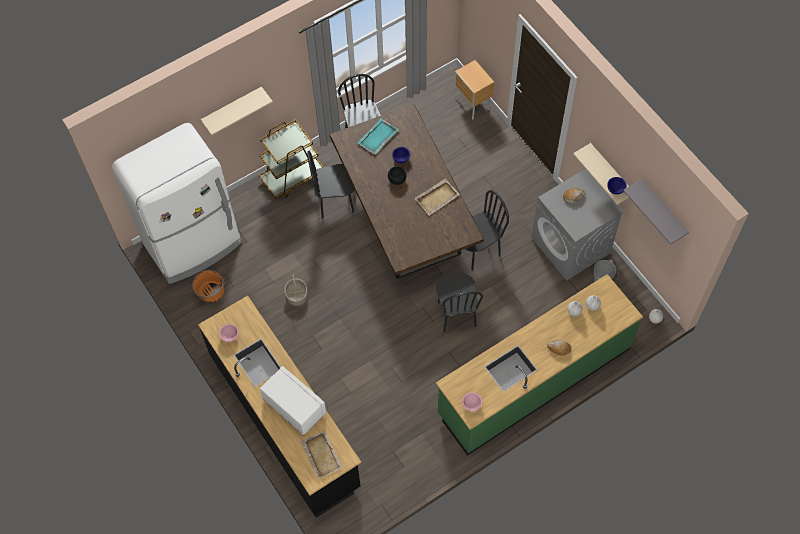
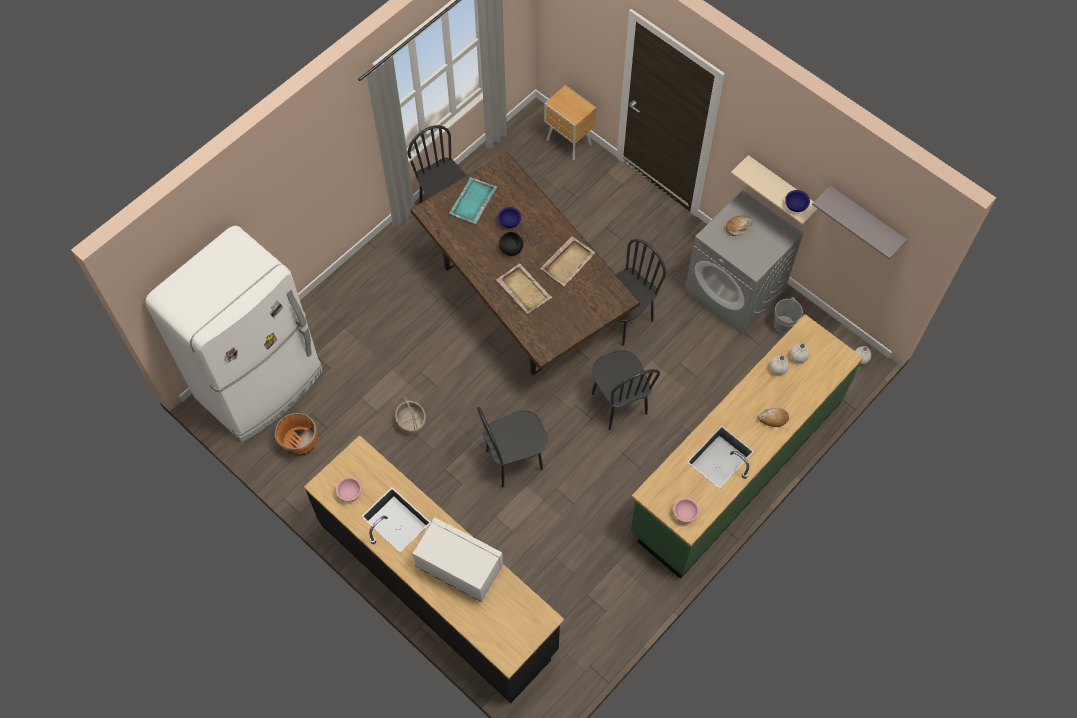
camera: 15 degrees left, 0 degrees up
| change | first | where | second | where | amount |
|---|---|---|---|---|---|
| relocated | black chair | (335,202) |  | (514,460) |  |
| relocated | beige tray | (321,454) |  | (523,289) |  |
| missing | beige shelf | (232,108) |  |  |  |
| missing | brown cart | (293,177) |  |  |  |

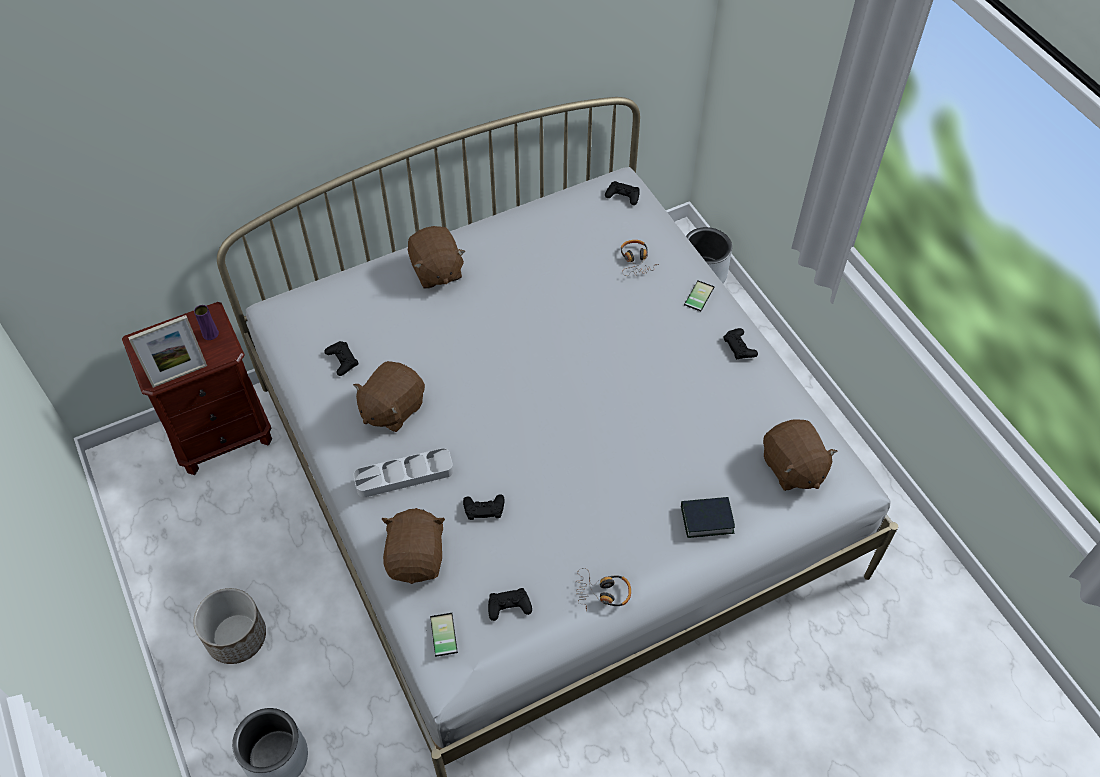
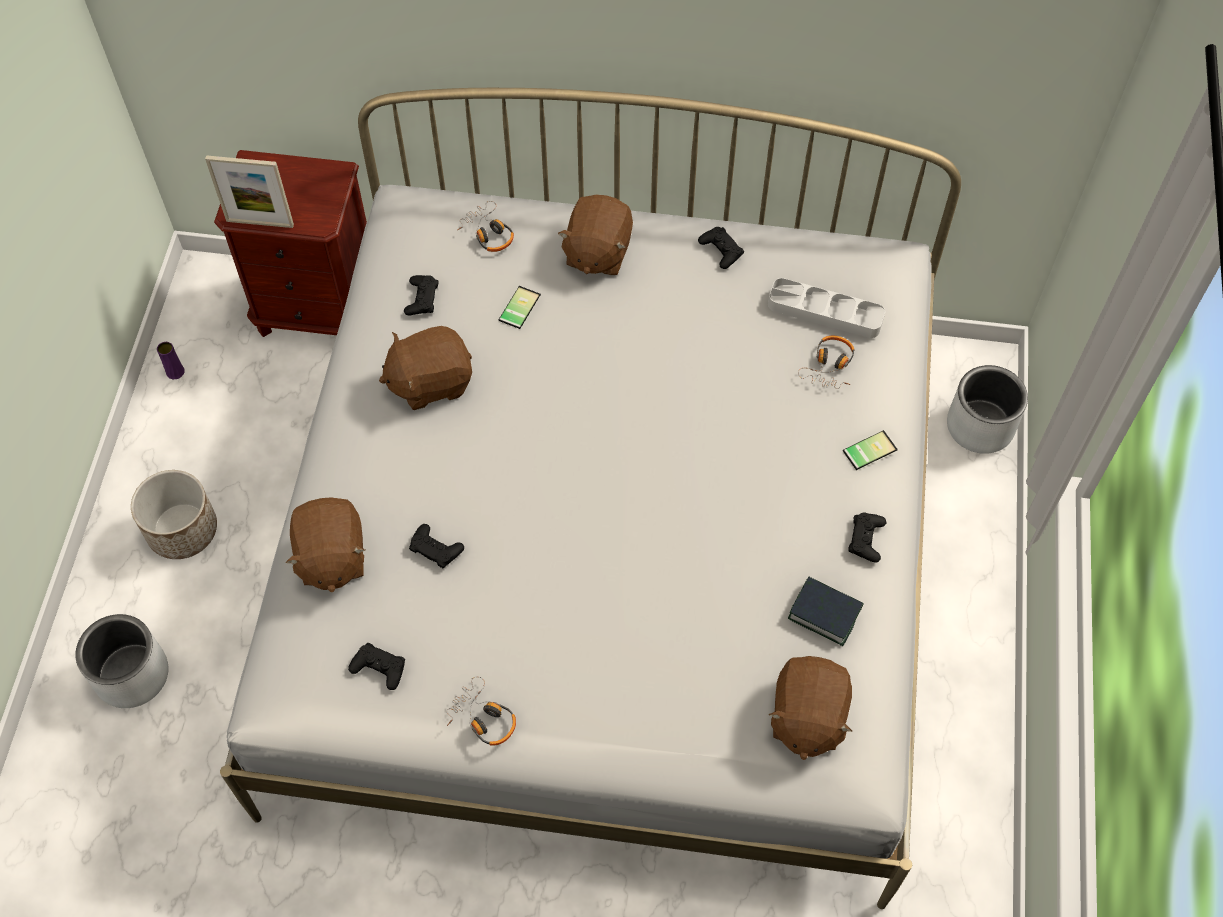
camera: 35 degrees right, 5 degrees up
| change | first | where | second | where | amount |
|---|---|---|---|---|---|
| relocated | purple vase | (210,334) |  | (175,372) |  |
| spun | brown plush toy | (417,558) |  | (331,558) | 135 degrees clockwise |
| appeared |  |  | headphones | (488,233) |  |
| relocated | phone | (441,635) |  | (517,306) |  |
| relocated | black game controller | (623,195) |  | (721,250) |  |
| relocated | grey tray | (404,475) |  | (825,312) |  |
| relocated | book | (706,519) |  | (824,613) |  |

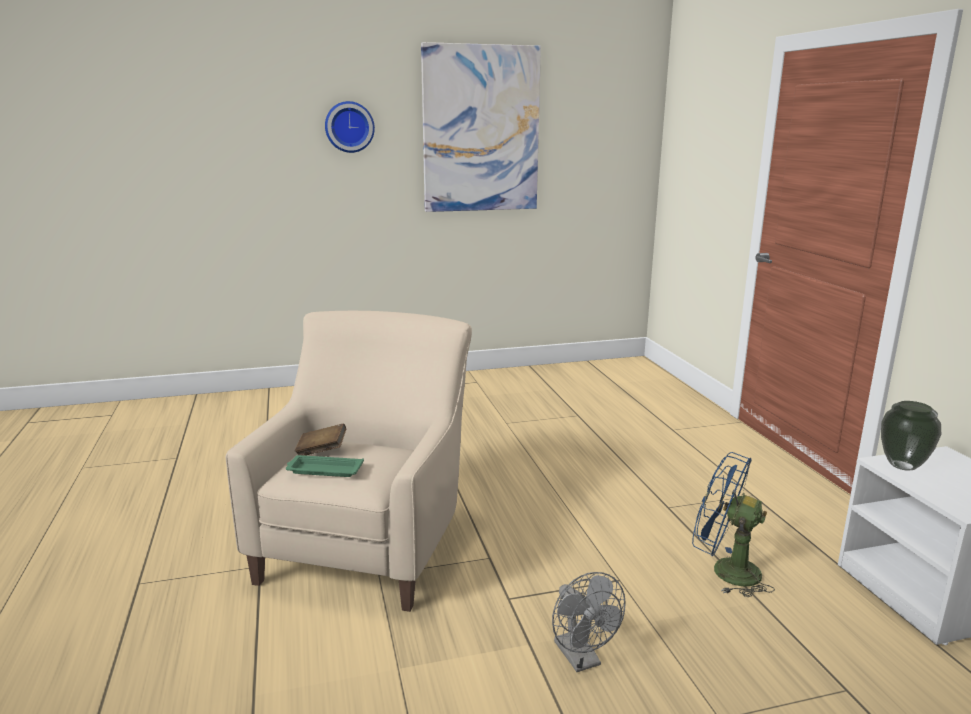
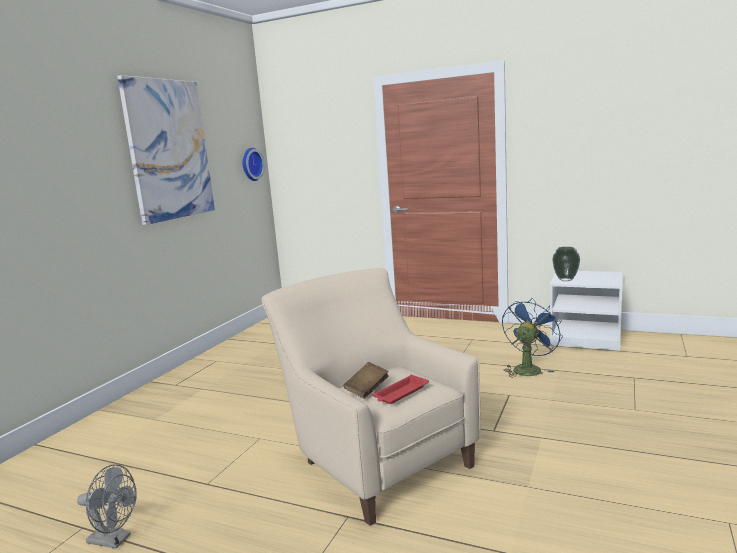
camera: 50 degrees left, 5 degrees down
| change | first | where | second | where | amount |
|---|---|---|---|---|---|
| relocated | grey fan | (582,659) |  | (115,540) |  |
| relocated | wall clock | (349,127) |  | (250,164) |  |
| colour | green tray | (324,470) | red tray | (400,393) |  |
| spun | blue fan | (725,571) |  | (528,368) | 150 degrees clockwise |

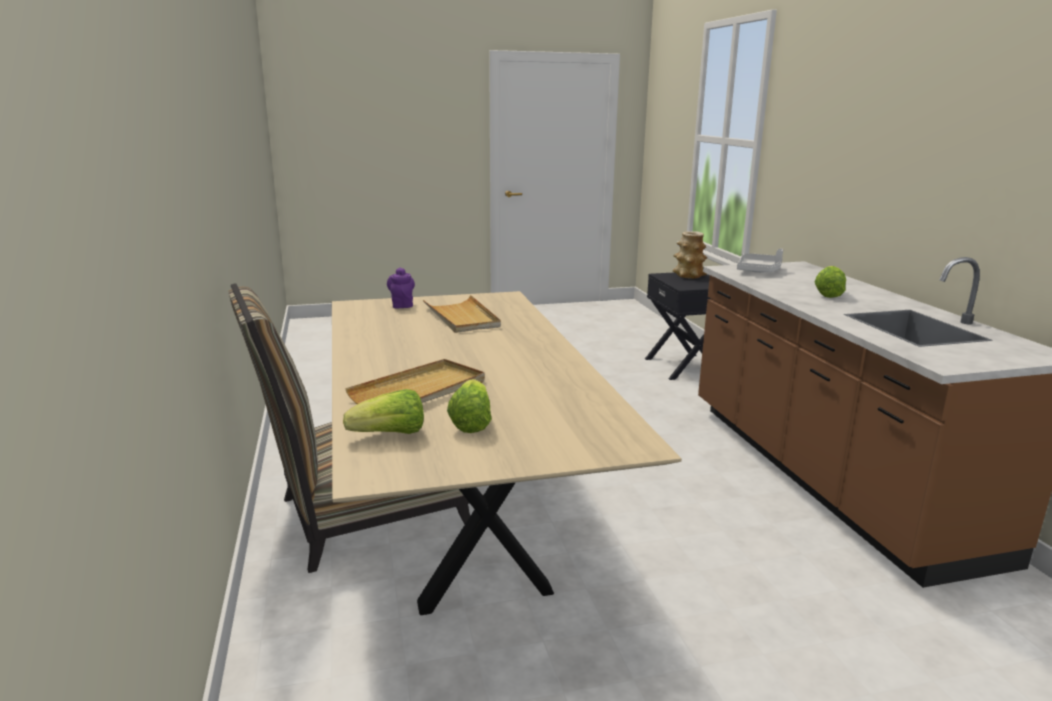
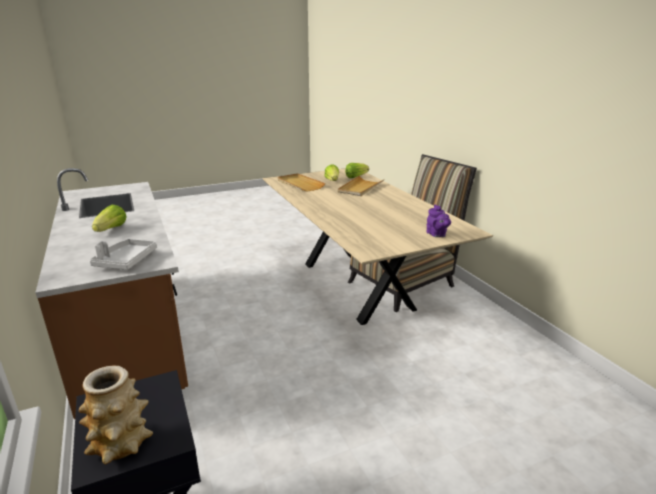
camera: 170 degrees right, 5 degrees up
| change | first | where | second | where | amount |
|---|---|---|---|---|---|
| relocated | beige tray | (462,317) |  | (300,184) |  |

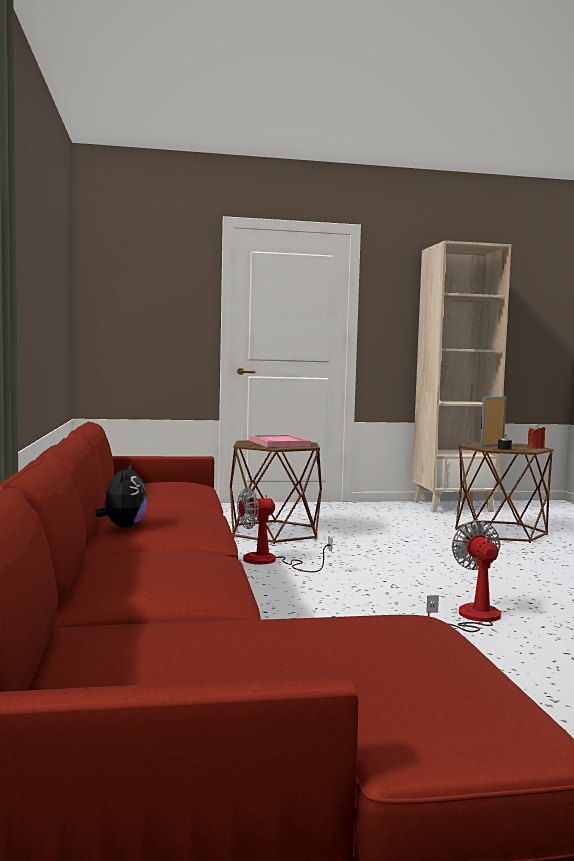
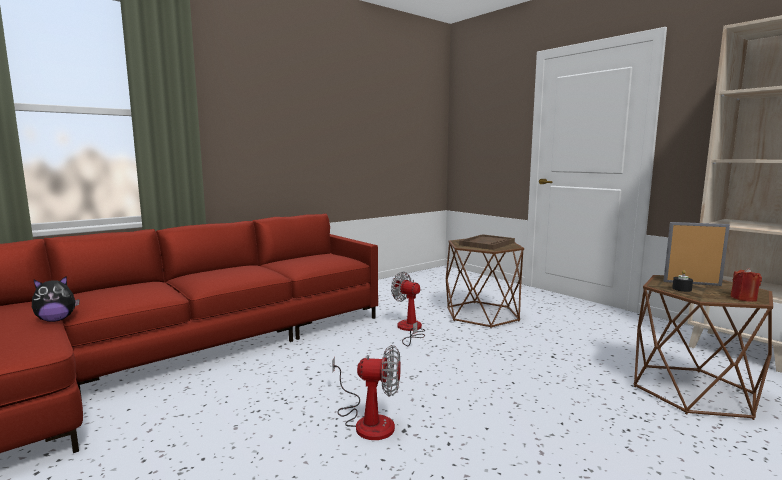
camera: 60 degrees right, 5 degrees up
| change | first | where | second | where | amount |
|---|---|---|---|---|---|
| relocated | plush toy | (122,526) |  | (56,320) |  |
| spun | fan | (471,618) |  | (367,421) | 45 degrees clockwise |
| colour | pink tray | (279,443) | brown tray | (487,243) |  |

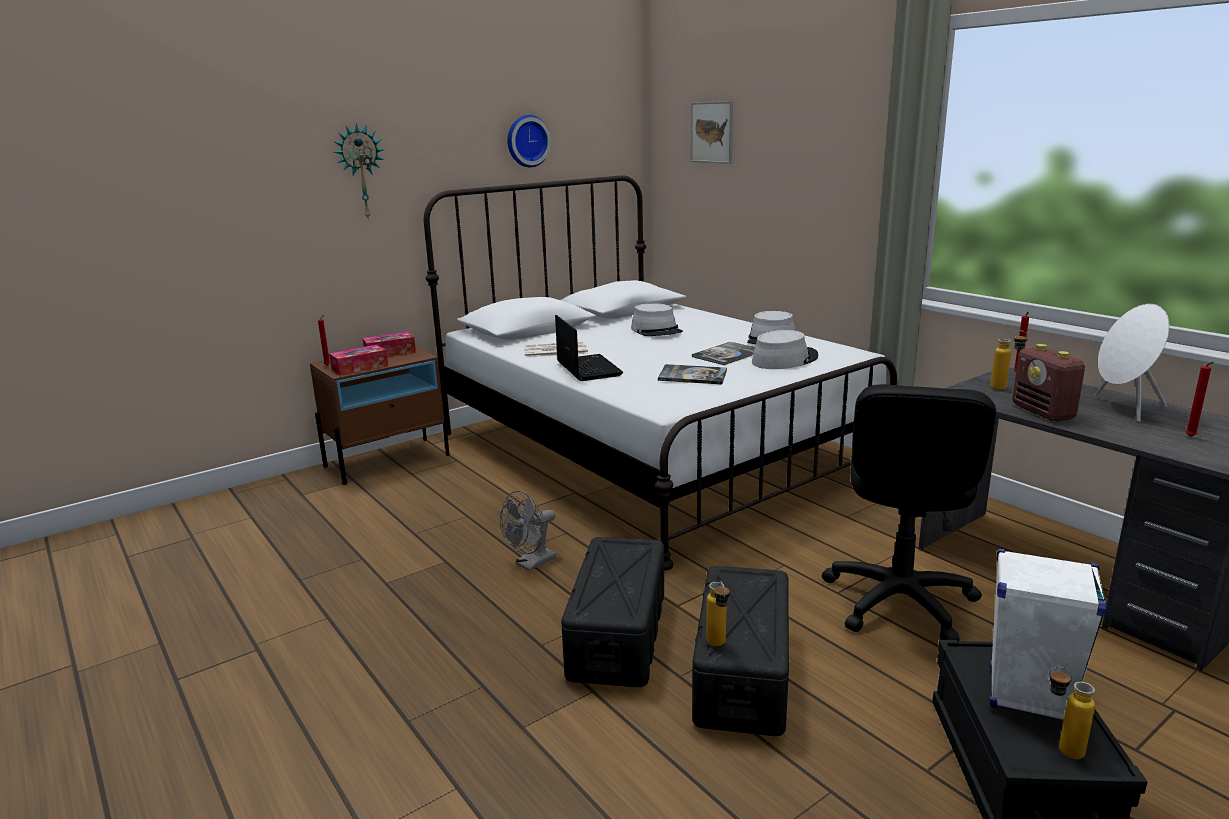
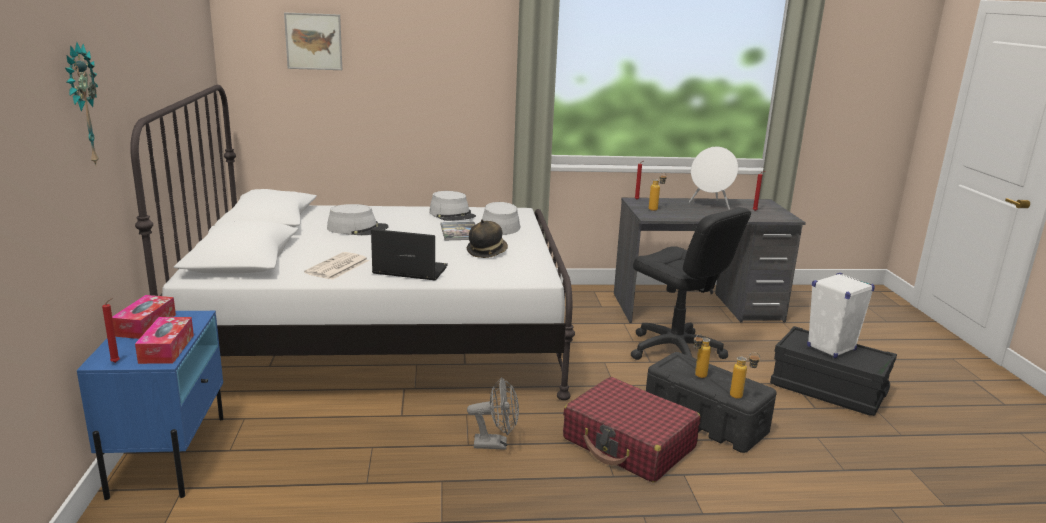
camera: 60 degrees left, 0 degrees up
| change | first | where | second | where | amount |
|---|---|---|---|---|---|
| colour | brown nightstand | (388,460) | blue nightstand | (169,455) |  |
| exchanged | book | (692,376) | hat | (487,252) |  |
| spun | grey fan | (531,564) |  | (496,444) | 75 degrees counterclockwise |
| exchanged | black storage box | (618,635) | red suitcase | (629,444) |  |
| relocated | bottle | (1060,749) |  | (697,376) |  |
| missing | wall clock | (526,141) |  |  |  |
| missing | radio | (1043,413) |  |  |  |

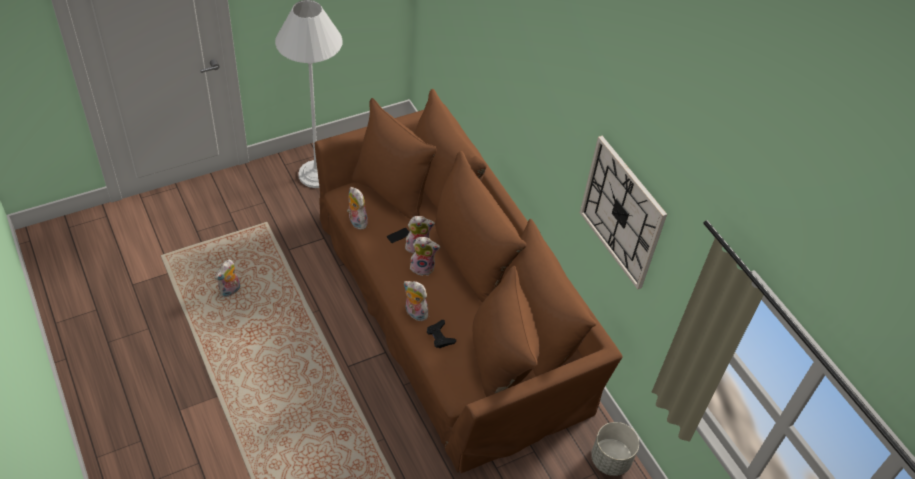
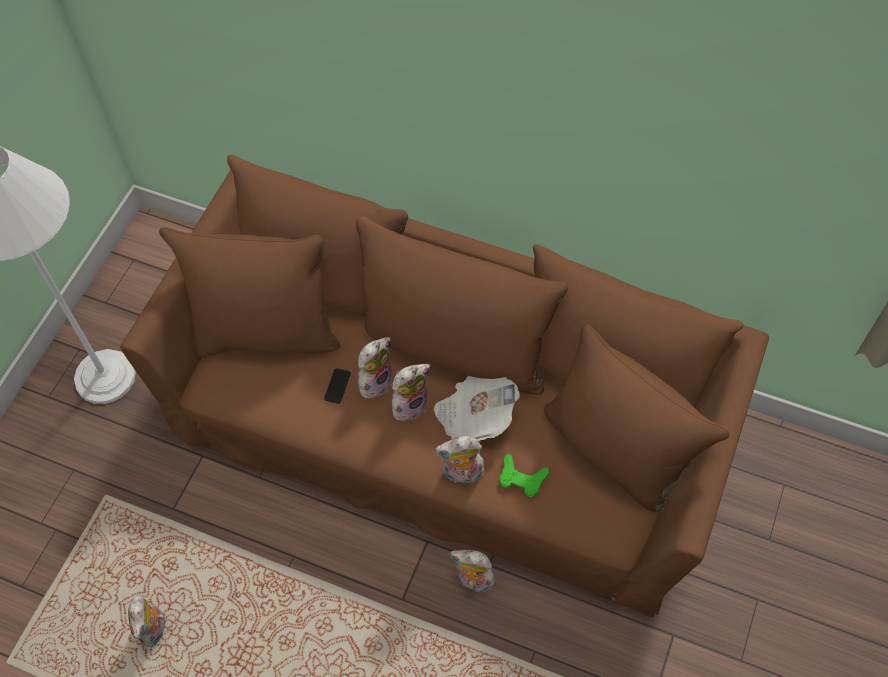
camera: 35 degrees left, 10 degrees up
| change | first | where | second | where | amount |
|---|---|---|---|---|---|
| appeared |  |  | newspaper | (474,416) |  |
| relocated | plush toy | (356,221) |  | (473,580) |  |
| colour | black game controller | (440,336) | green game controller | (521,478) |  |
| missing | wall clock | (622,212) |  |  |  |
| missing | grey planter | (611,460) |  |  |  |

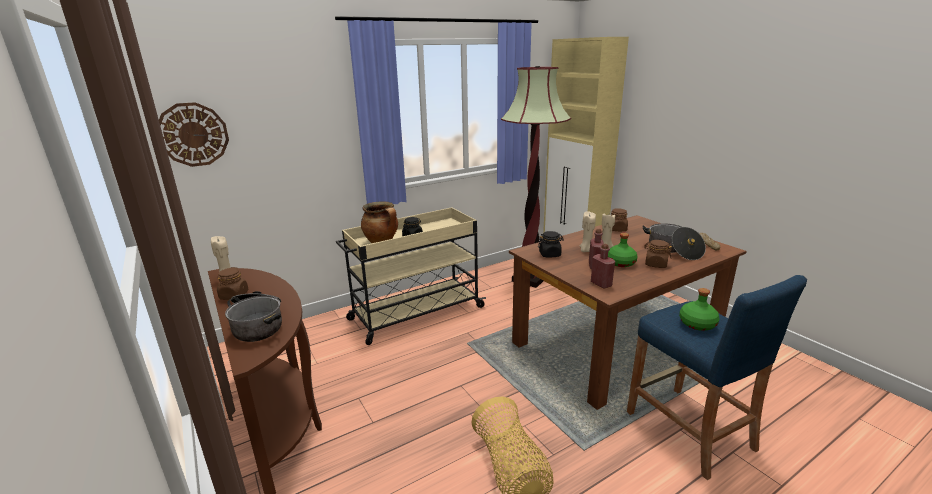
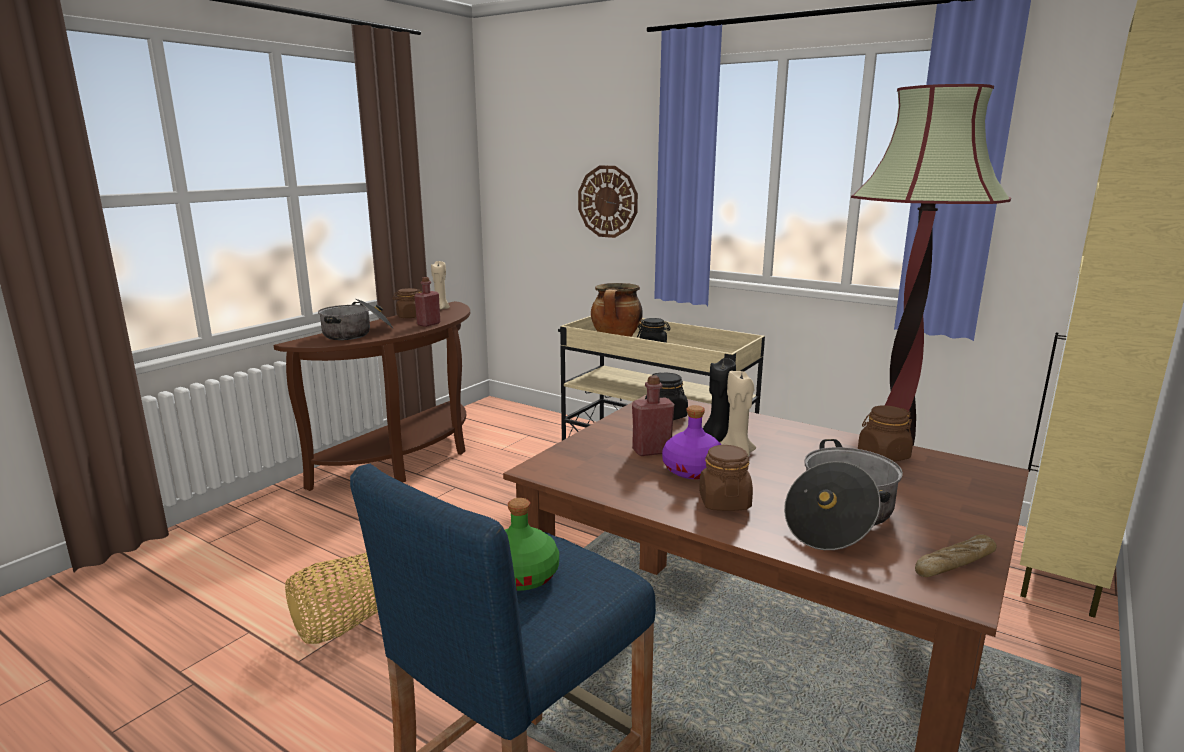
camera: 65 degrees right, 5 degrees down
| change | first | where | second | where | amount |
|---|---|---|---|---|---|
| relocated | red bottle | (601,284) |  | (428,324) |  |
| relocated | wall clock | (193,134) |  | (608,201) |  |
| colour | green bottle | (621,263) | purple bottle | (693,470) |  |
| colour | beige candle | (586,250) | black candle | (717,438) |  |

